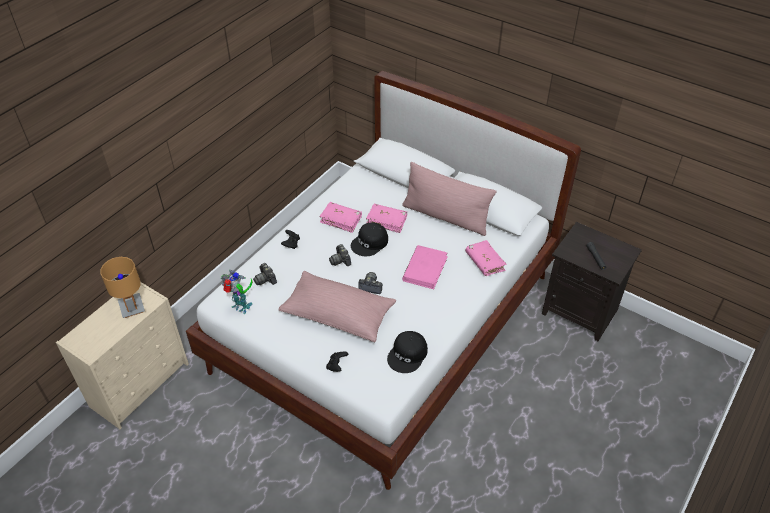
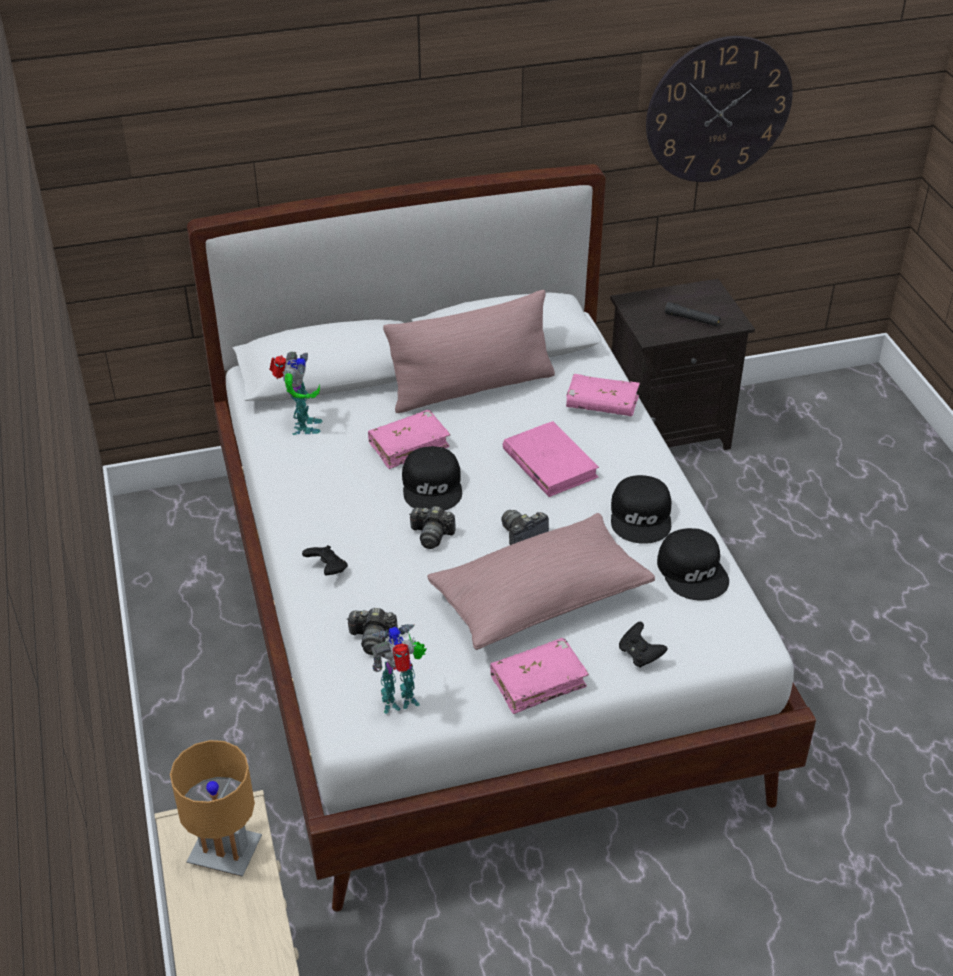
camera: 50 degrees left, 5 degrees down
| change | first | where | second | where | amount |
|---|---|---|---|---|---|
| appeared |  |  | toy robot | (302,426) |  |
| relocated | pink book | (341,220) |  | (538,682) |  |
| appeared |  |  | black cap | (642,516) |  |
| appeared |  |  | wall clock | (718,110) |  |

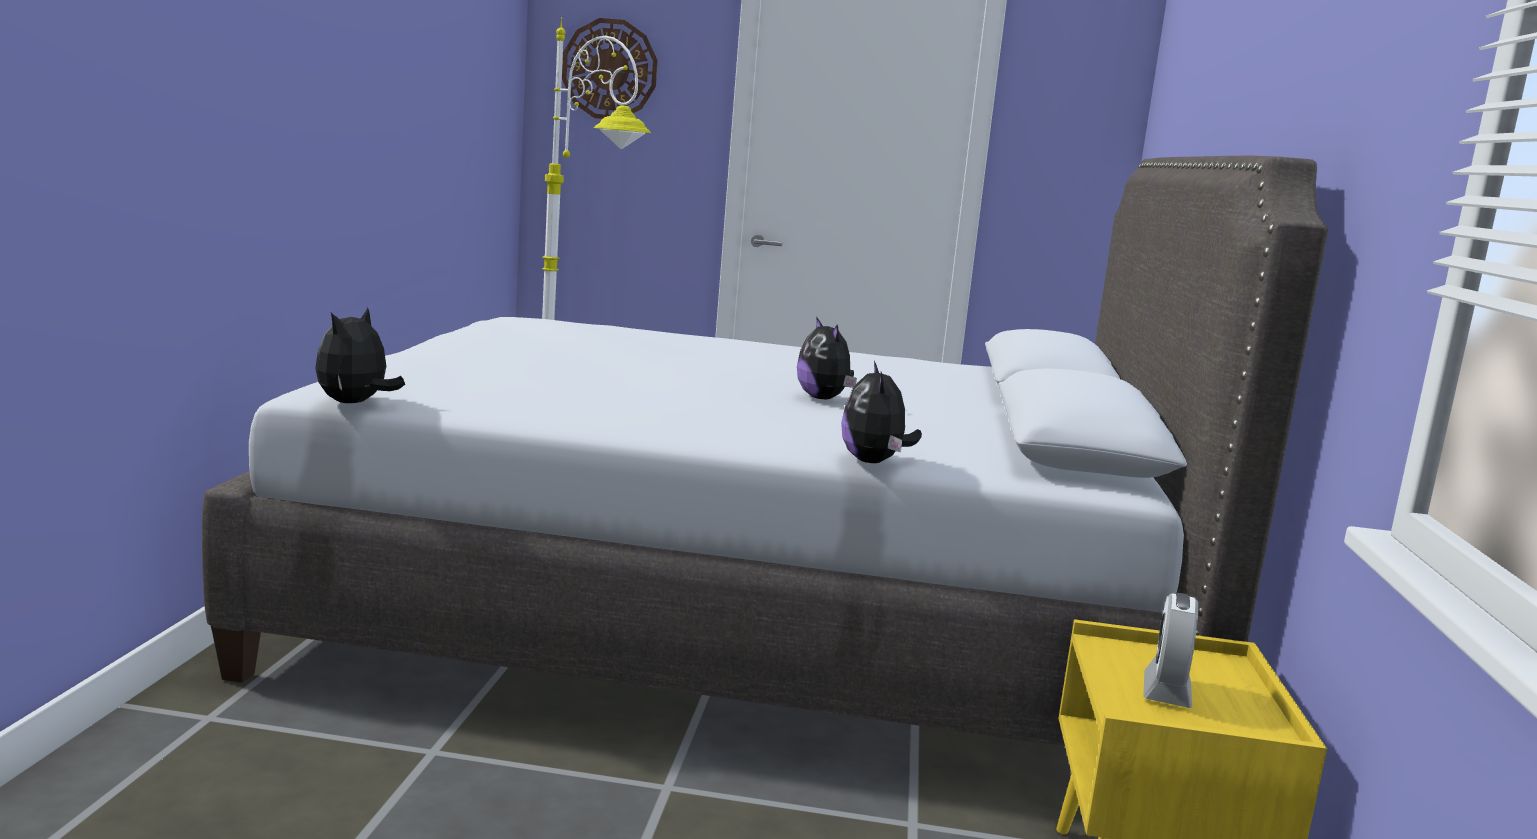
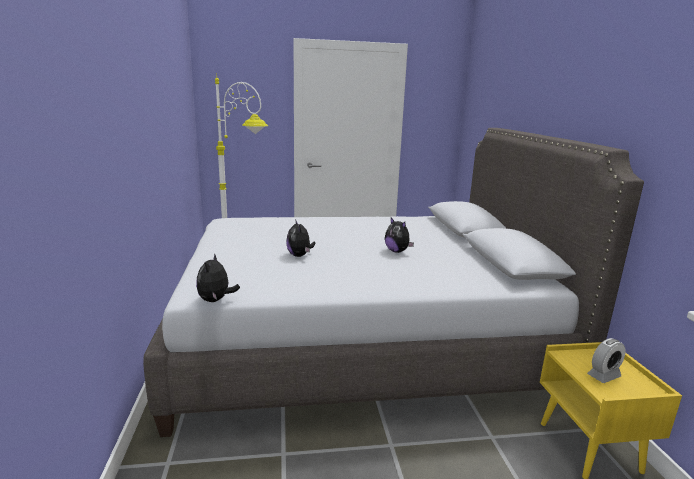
camera: 15 degrees left, 5 degrees up
| change | first | where | second | where | amount |
|---|---|---|---|---|---|
| relocated | plush toy | (874,462) |  | (300,255) |  |
| spun | alarm clock | (1166,691) |  | (604,376) | 120 degrees counterclockwise |
| missing | wall clock | (610,69) |  |  |  |

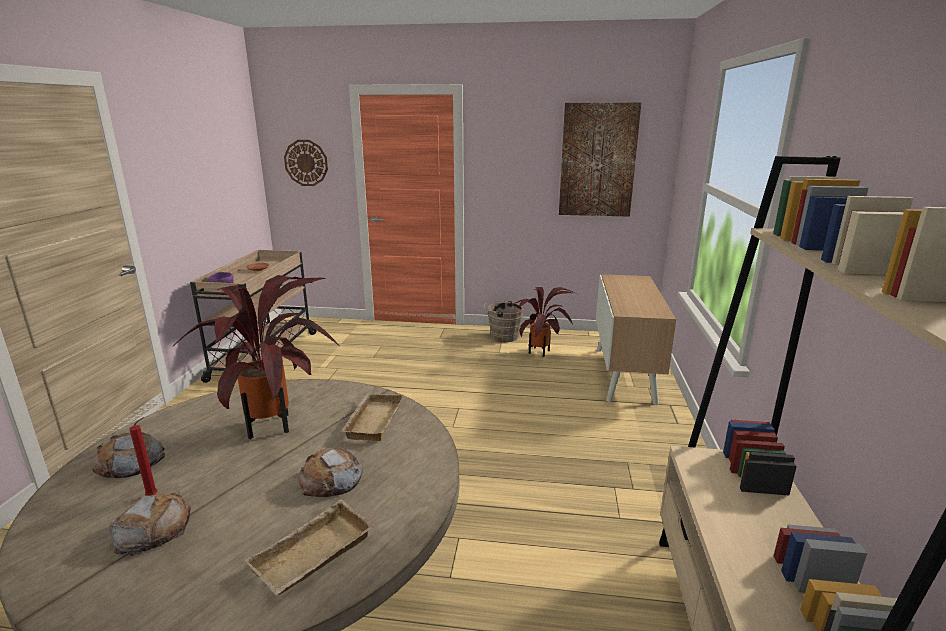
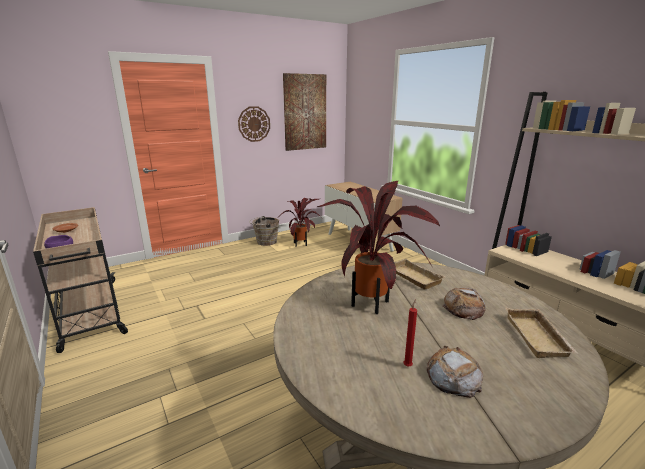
camera: 40 degrees left, 0 degrees up
| change | first | where | second | where | amount |
|---|---|---|---|---|---|
| relocated | wall clock | (306,163) |  | (254,124) |  |
| missing | bread | (130,462) |  |  |  |

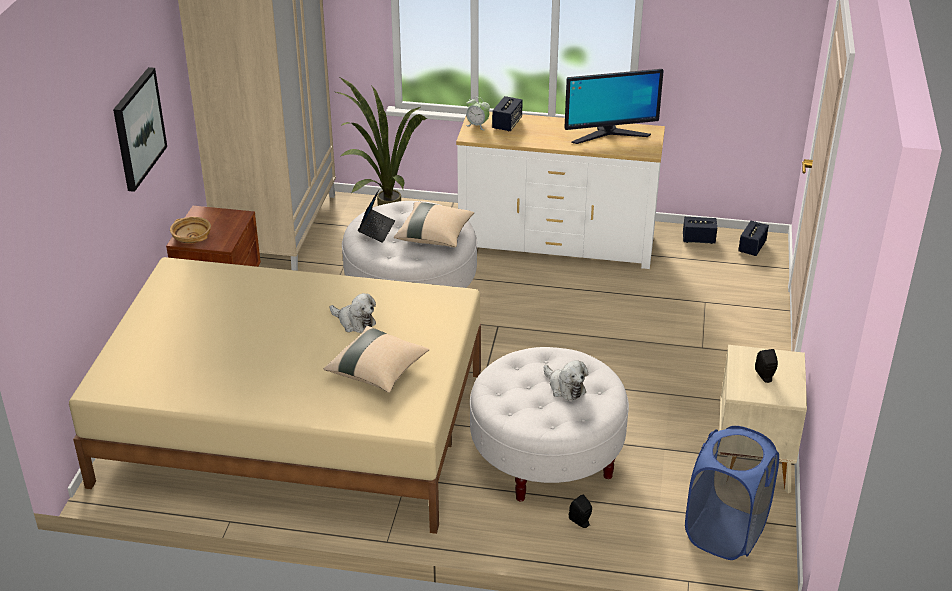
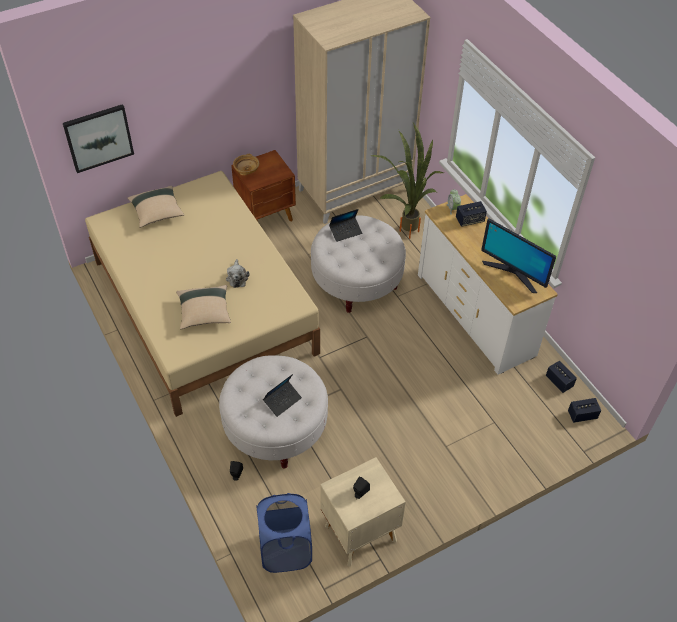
camera: 50 degrees right, 15 degrees up
| change | first | where | second | where | amount |
|---|---|---|---|---|---|
| relocated | picture | (138,128) |  | (98,137) |  |
| relocated | beige pillow | (434,236) |  | (157,213) |  |
| exchanged | plush toy | (565,387) | laptop | (282,400) |  |

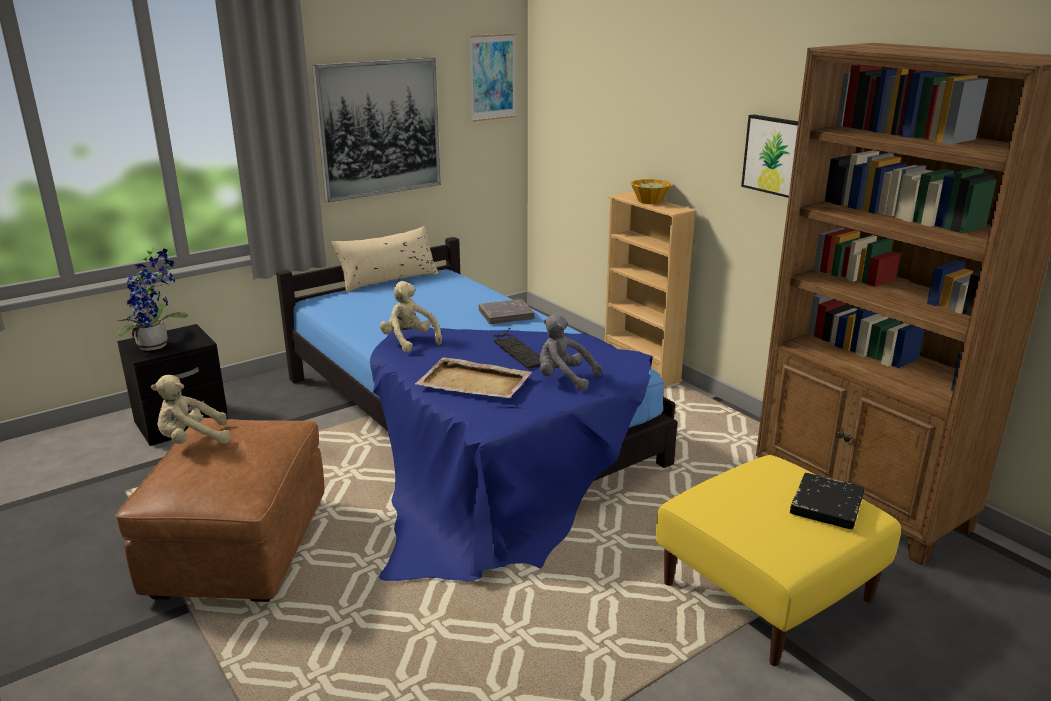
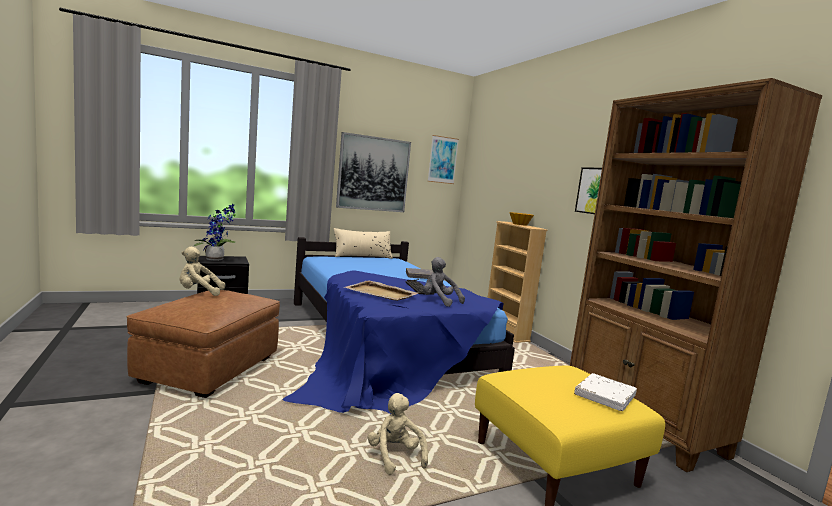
camera: 10 degrees right, 15 degrees down
| change | first | where | second | where | amount |
|---|---|---|---|---|---|
| relocated | beige plush toy | (409,341) |  | (395,456) |  |
| colour | black book | (826,505) | white book | (605,396) |  |

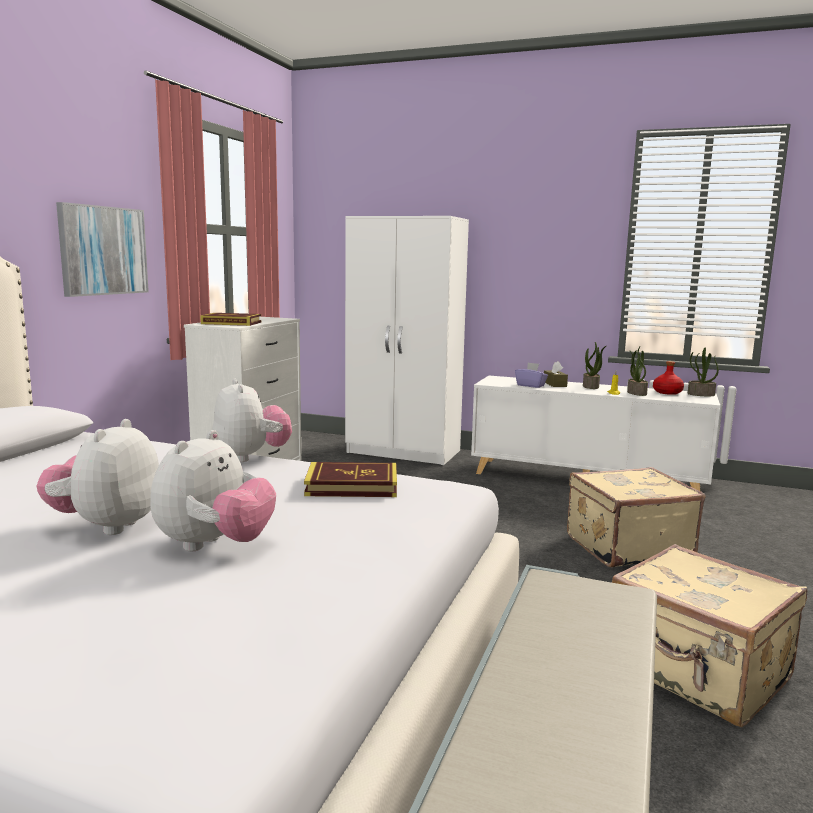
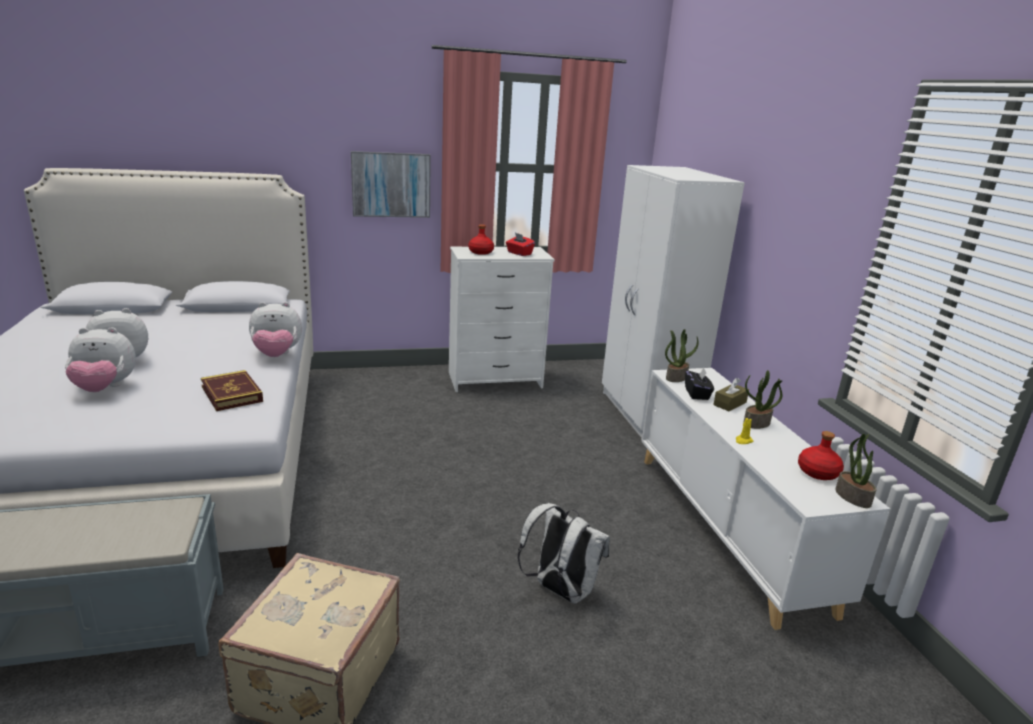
camera: 55 degrees right, 10 degrees up
| change | first | where | second | where | amount |
|---|---|---|---|---|---|
| spun | plush toy | (251,457) |  | (277,355) | 45 degrees clockwise |
| exchanged | book | (231,323) | red bottle | (481,252) |  |
| appeared |  |  | red tissue box | (519,253) |  |
| exchanged | beige suitcase | (626,546) | white backpack | (560,590) |  |
| relocated | potted plant | (636,393) |  | (676,377) |  |
| colour | purple tissue box | (530,385) | black tissue box | (697,394) |  |

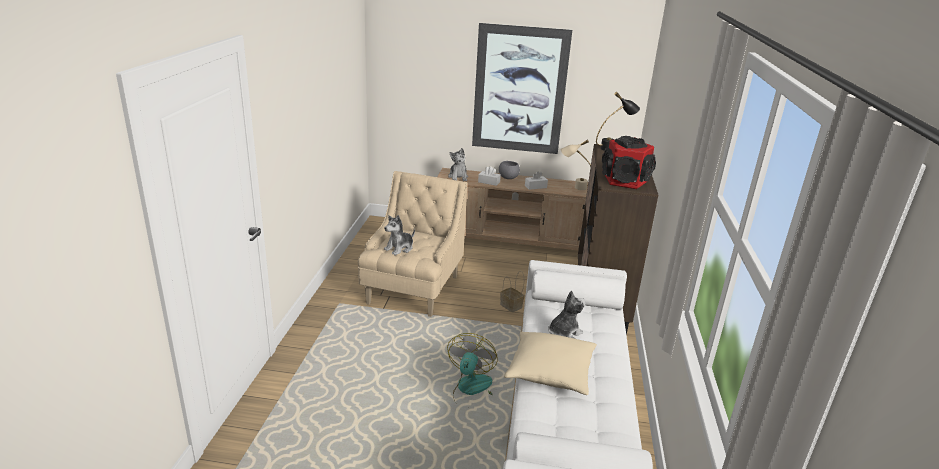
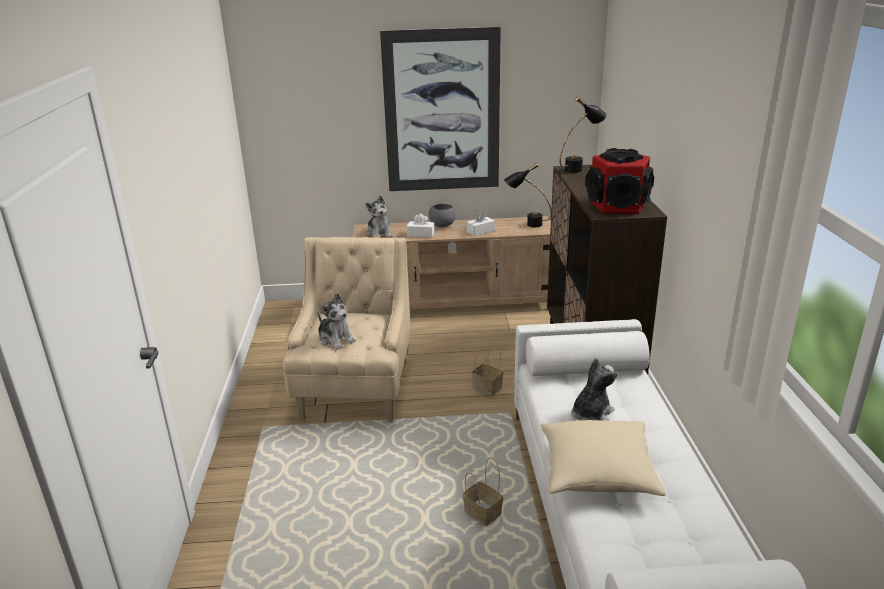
camera: 10 degrees left, 0 degrees up
| change | first | where | second | where | amount |
|---|---|---|---|---|---|
| spun | plush toy | (399,248) |  | (335,339) | 75 degrees counterclockwise |
| exchanged | fan | (472,391) | basket | (481,513) |  |
| colour | beige table lamp | (574,186) | black table lamp | (527,224) |  |

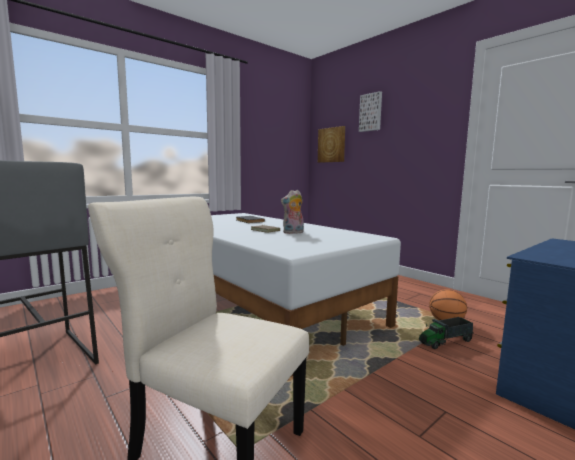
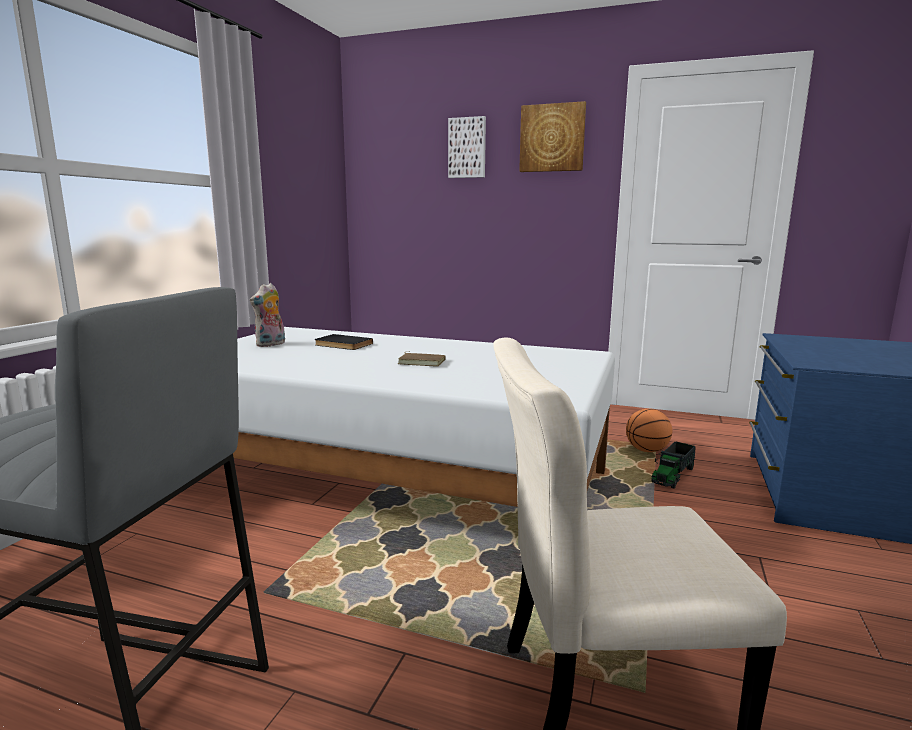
camera: 30 degrees left, 5 degrees up
| change | first | where | second | where | amount |
|---|---|---|---|---|---|
| relocated | plush toy | (293,233) |  | (271,344) |  |
| relocated | picture | (331,145) |  | (552,138) |  |

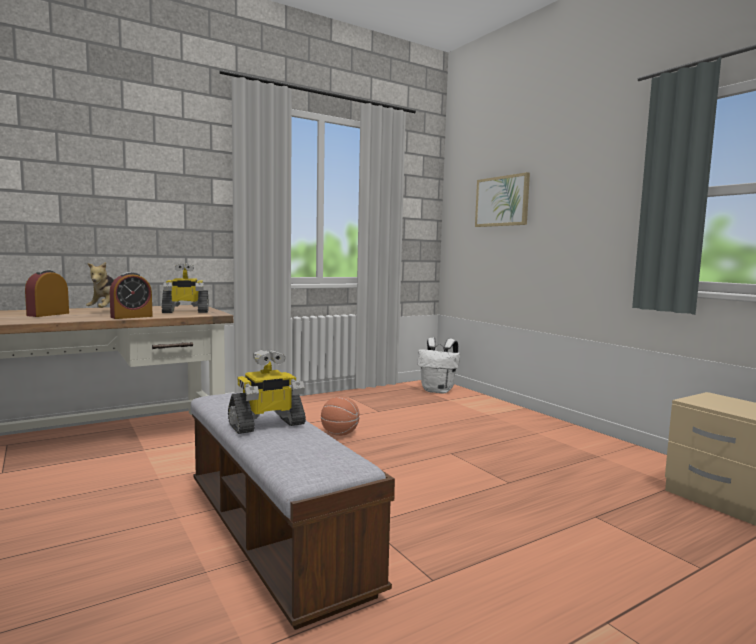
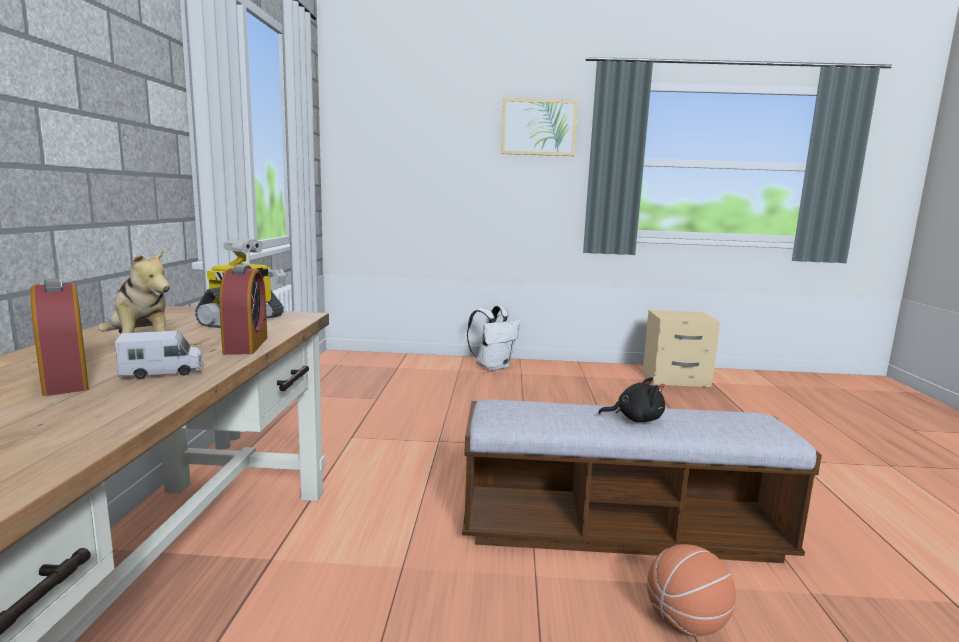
camera: 55 degrees left, 5 degrees up
| change | first | where | second | where | amount |
|---|---|---|---|---|---|
| appeared |  |  | toy truck | (162,372) |  |
| relocated | white backpack | (438,391) |  | (493,367) |  |
| relocated | picture | (502,201) |  | (538,127) |  |
| exchanged | toy robot | (266,425) | black plush toy | (635,419) |  |
| relocated | basketball | (340,434) |  | (686,623) |  |

